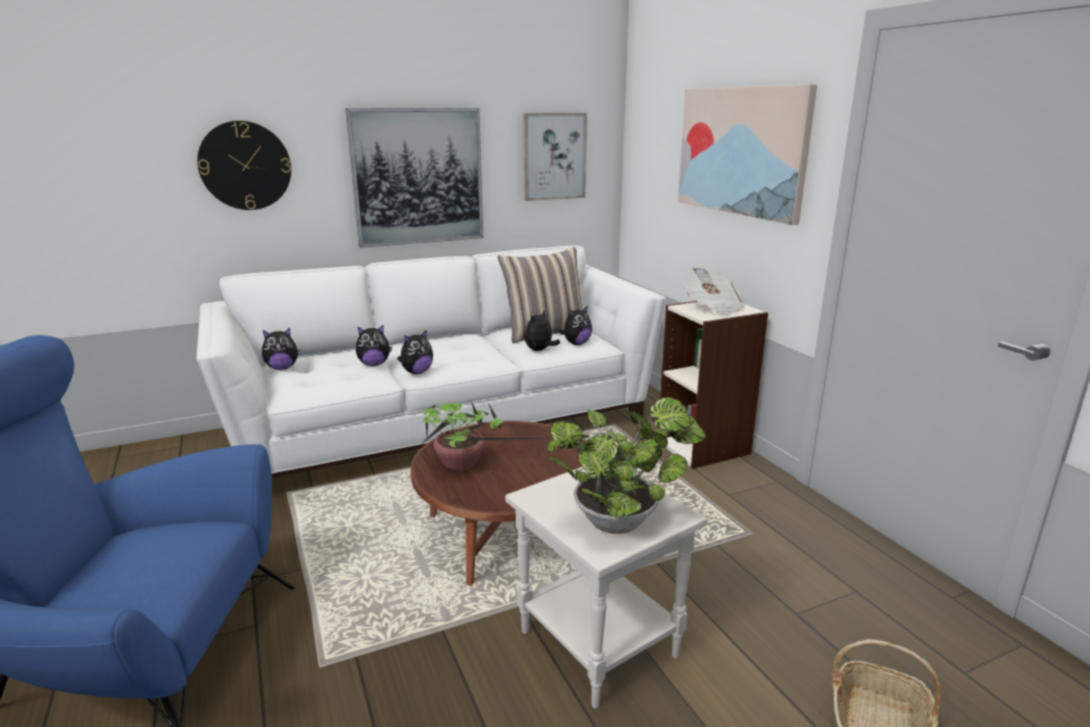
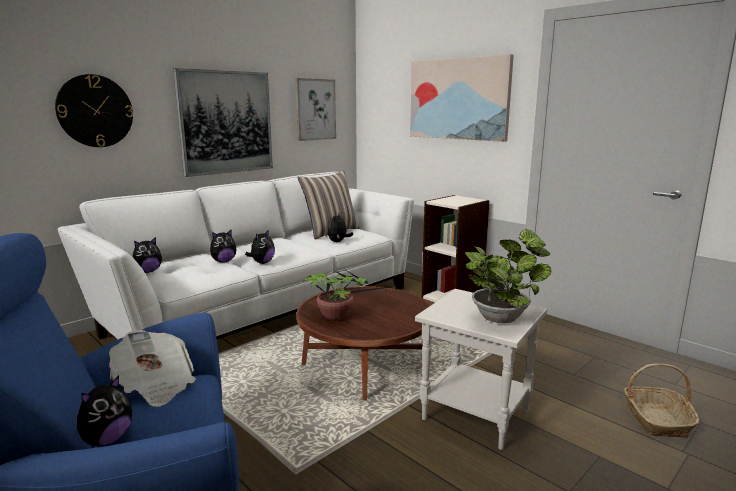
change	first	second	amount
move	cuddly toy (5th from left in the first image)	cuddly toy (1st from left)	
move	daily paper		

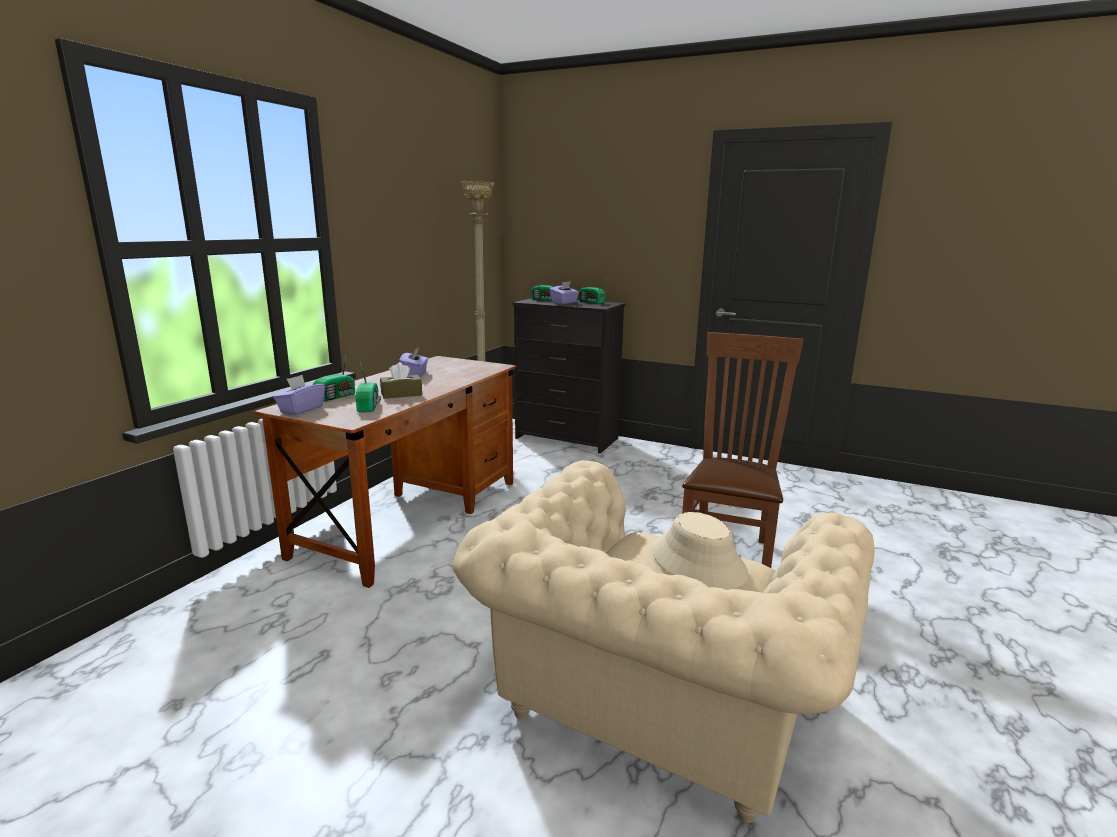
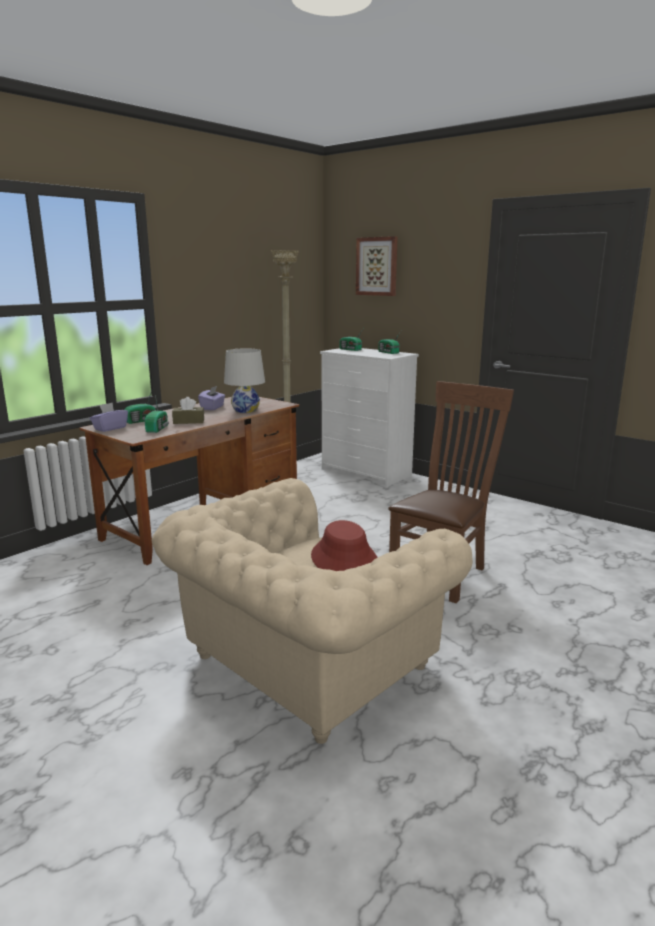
change	first	second	amount
recolor	dresser in black-coloured	dresser in whitish	
delete	tissue holder in purple-coloured (3rd from left)		
recolor	hat in beige-coloured	hat in red-coloured	
insert		table lamp in whitish	
insert		wall art	

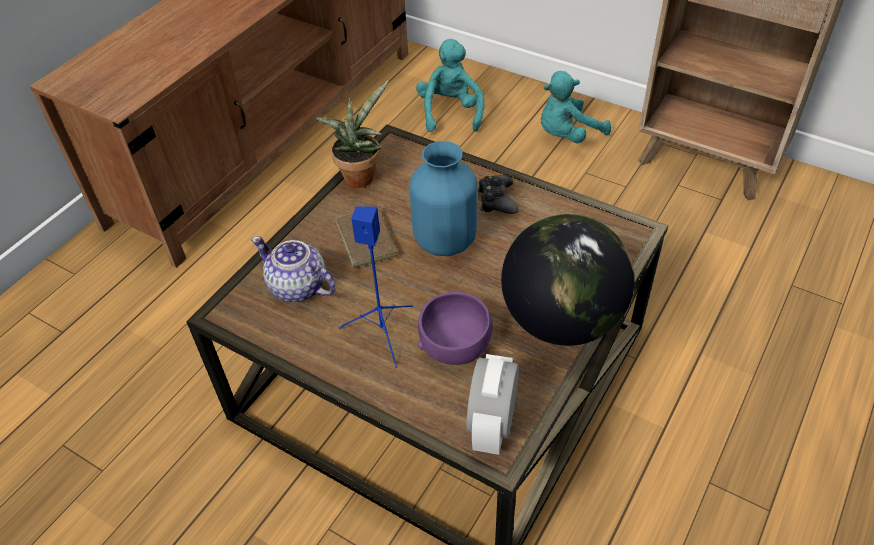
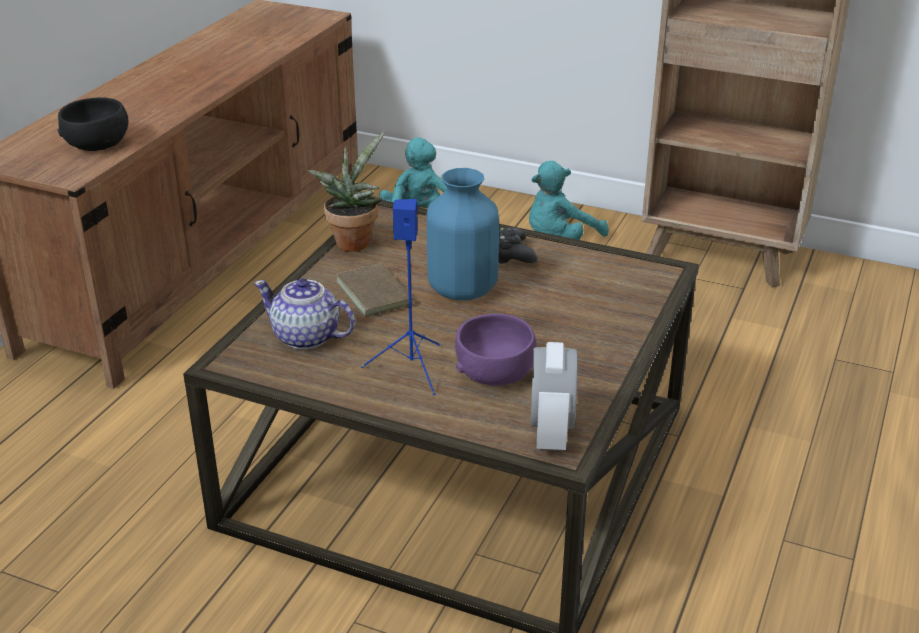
change	first	second	amount
delete	desk globe		
insert		serving bowl in black-coloured	

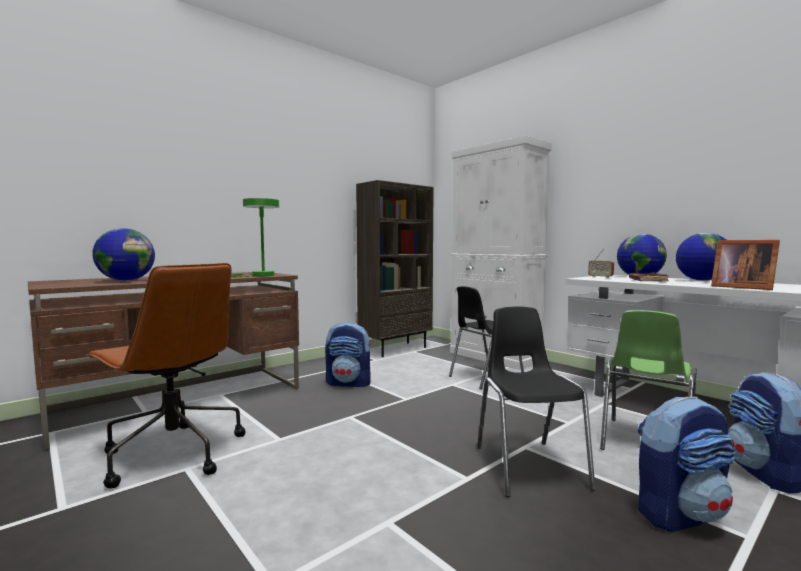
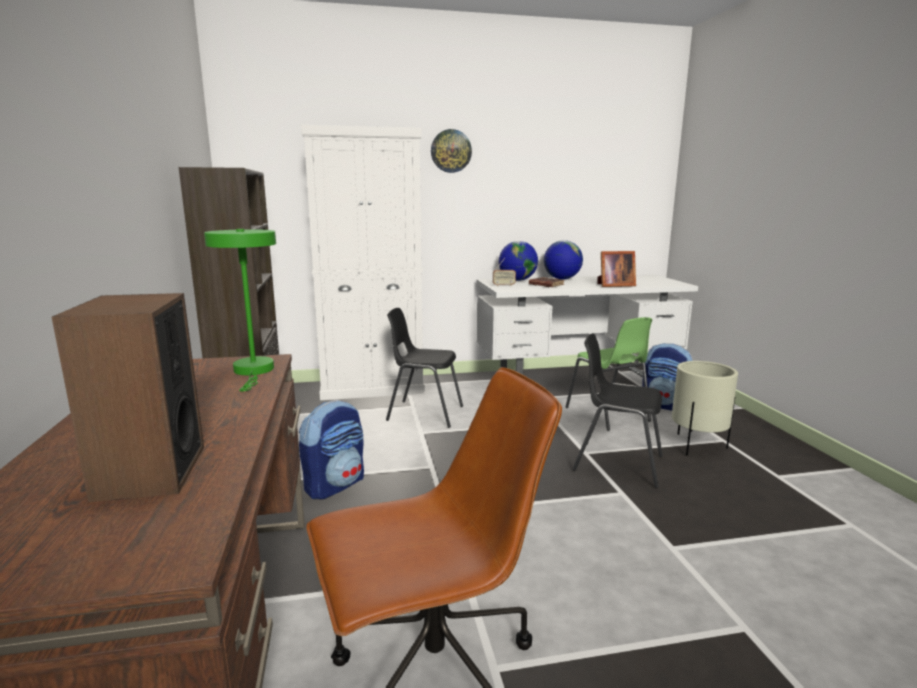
change	first	second	amount
replace	desk globe (1st from left)	speaker	
rotate	chair in black-coloured (1st from left)		105 degrees clockwise
replace	rucksack (2nd from left)	planter in beige-coloured	
insert		clock on the wall	

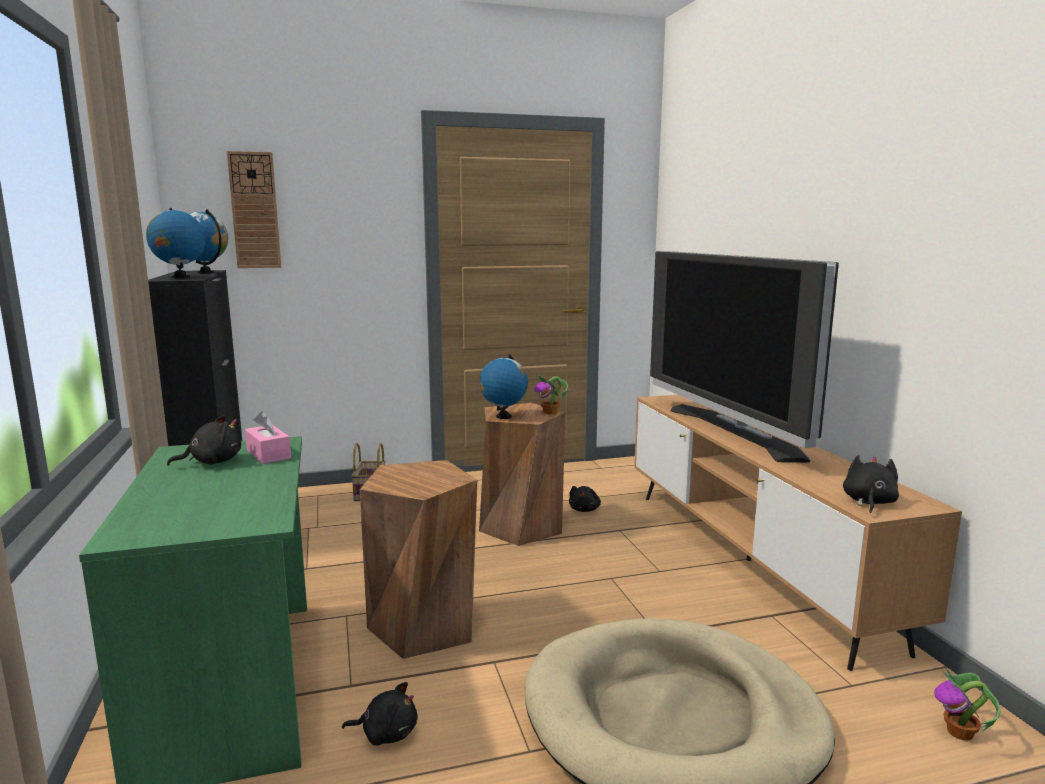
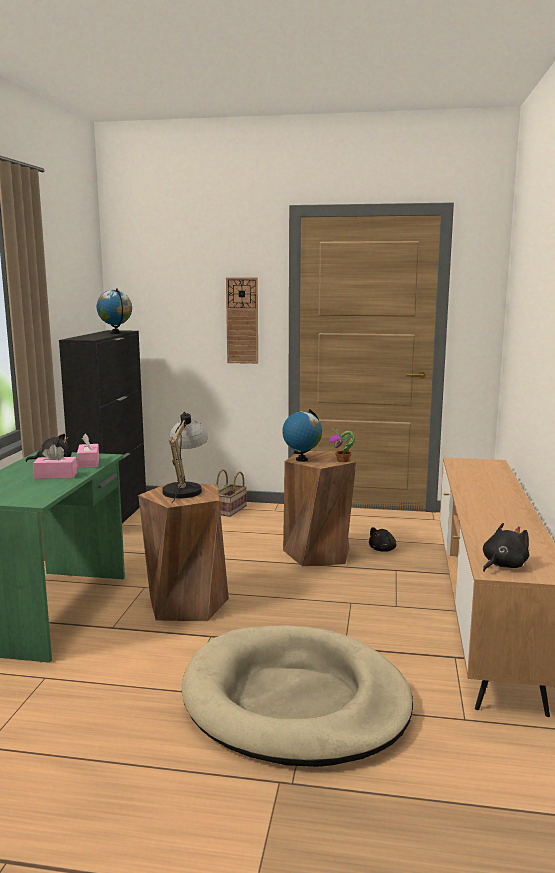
change	first	second	amount
delete	desk globe (1st from left)		
move	clock on the wall		
delete	cuddly toy in black-coloured (2nd from left)		
delete	TV set		
delete	potted plant (2nd from left)		
insert		tissue holder in pinkish (1st from left)	
insert		table lamp	

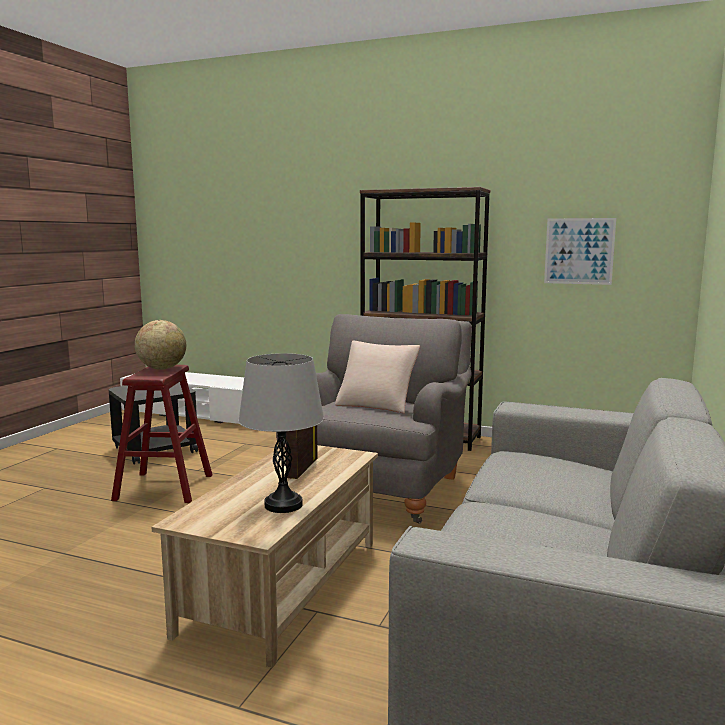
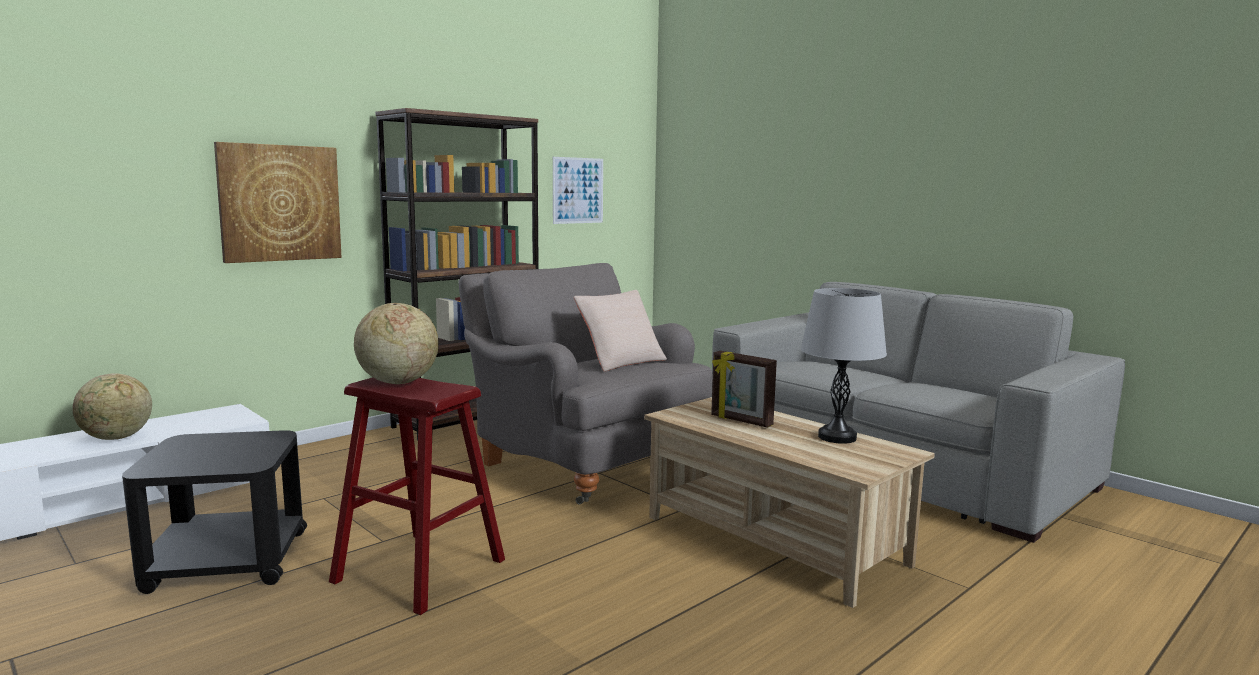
change	first	second	amount
insert		desk globe (1st from left)	
insert		wall art (1st from left)	

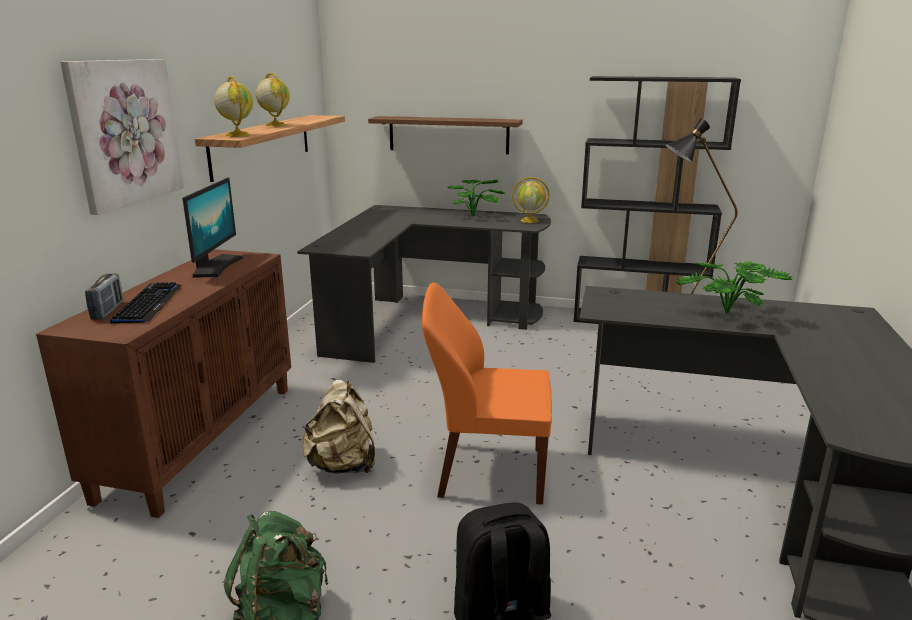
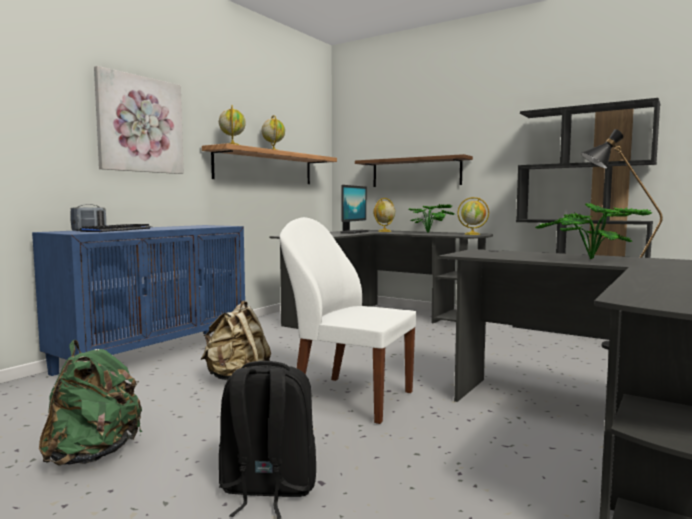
change	first	second	amount
recolor	cabinet in brown-coloured	cabinet in blue-coloured	
move	computer display		
recolor	chair in orange	chair in whitish	
insert		desk globe (3rd from left)	

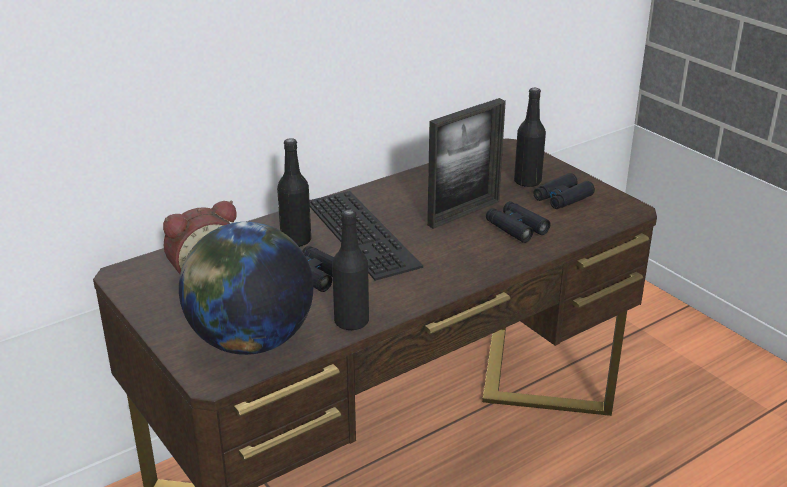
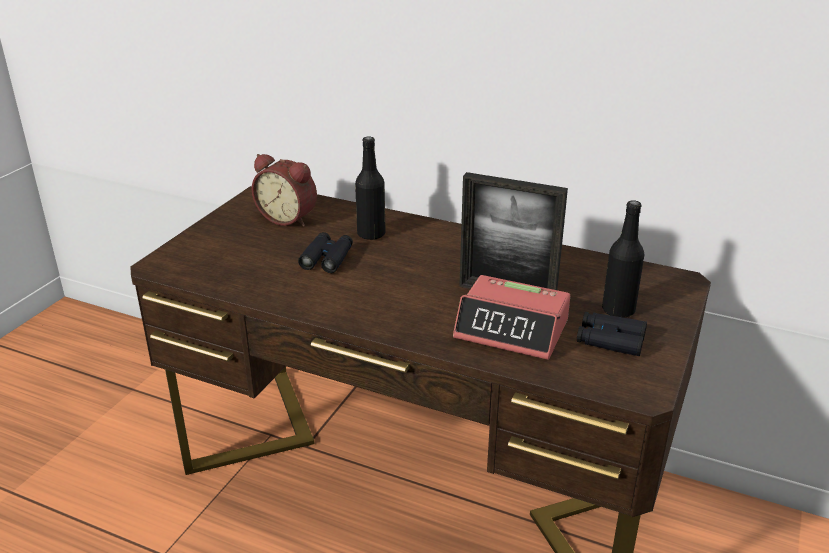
change	first	second	amount
delete	desk globe		
delete	keyboard		
delete	bottle in black-coloured (2nd from left)		
replace	field glasses in black-coloured (2nd from left)	table clock (2nd from left)	

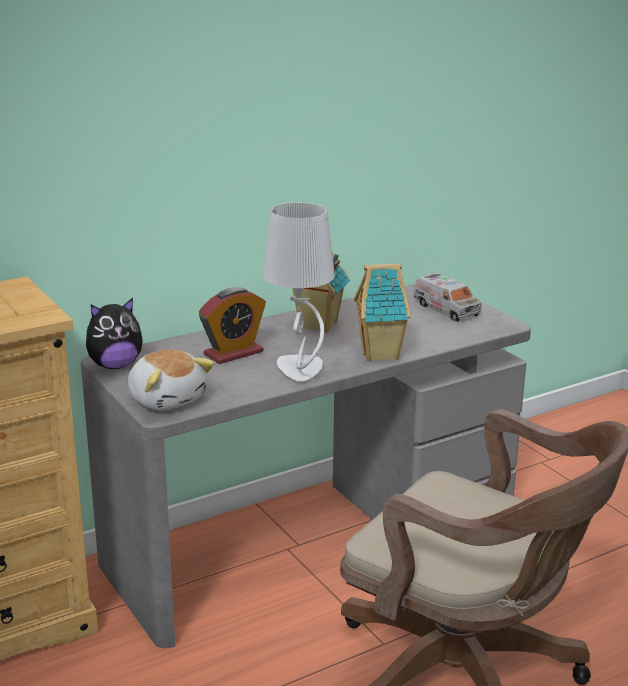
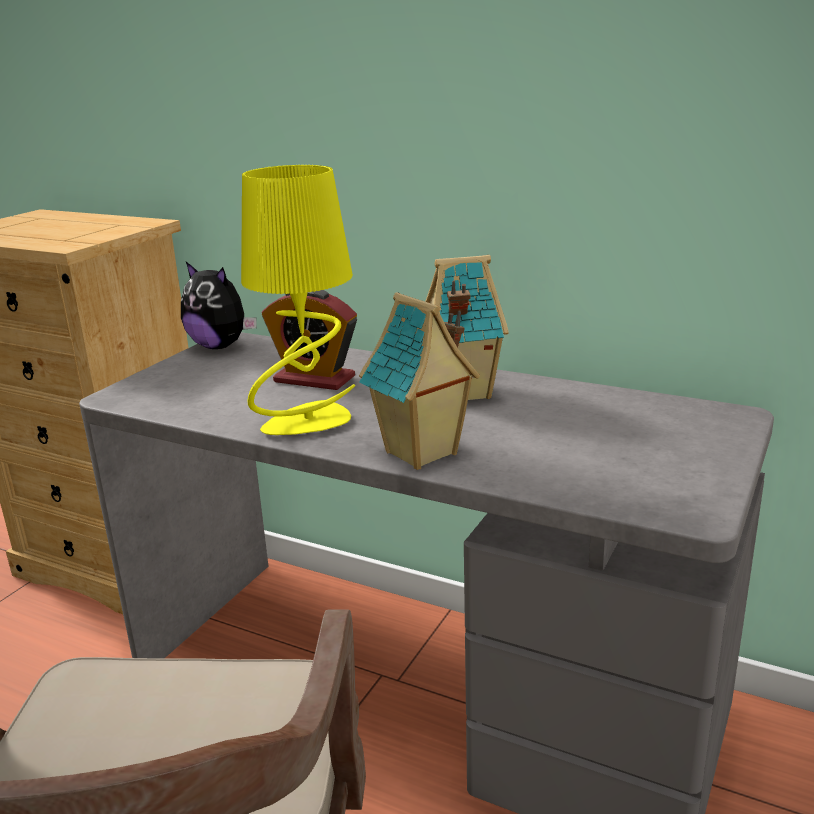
change	first	second	amount
delete	cuddly toy (2nd from left)		
recolor	table lamp in grey	table lamp in yellow	
delete	toy lorry		

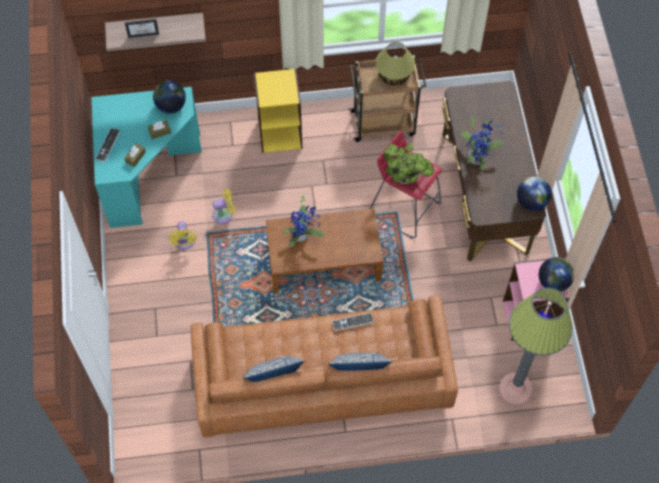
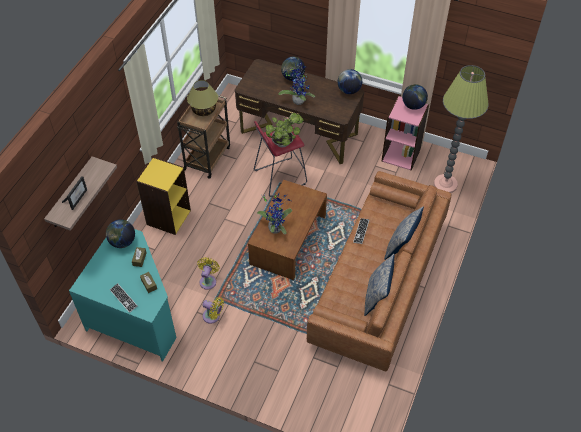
change	first	second	amount
insert		desk globe (2nd from left)	

